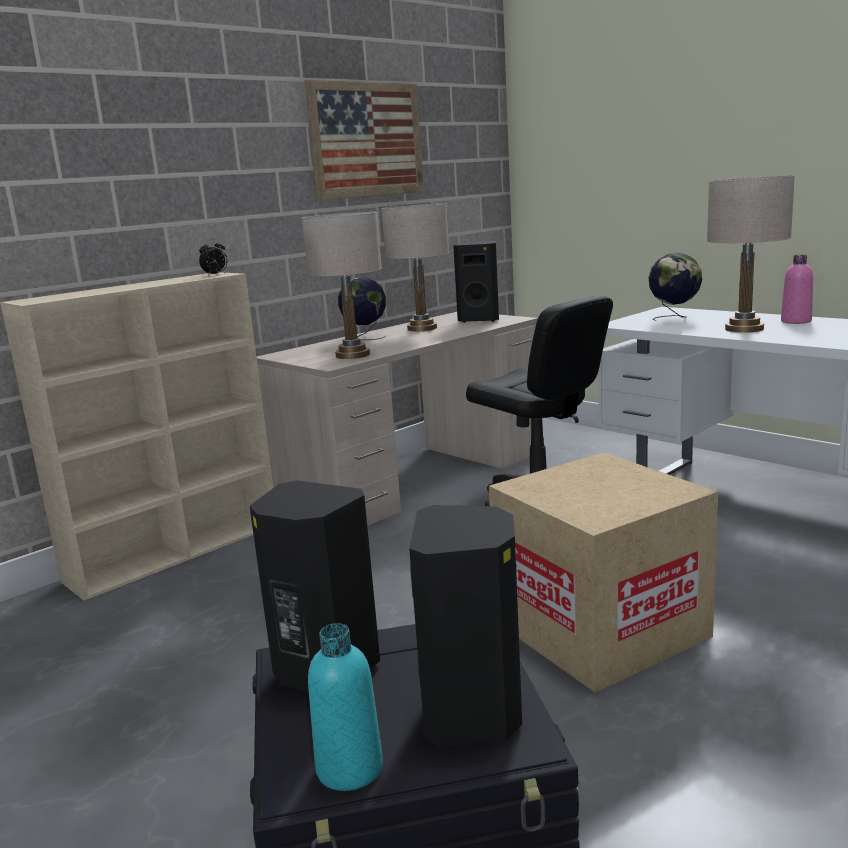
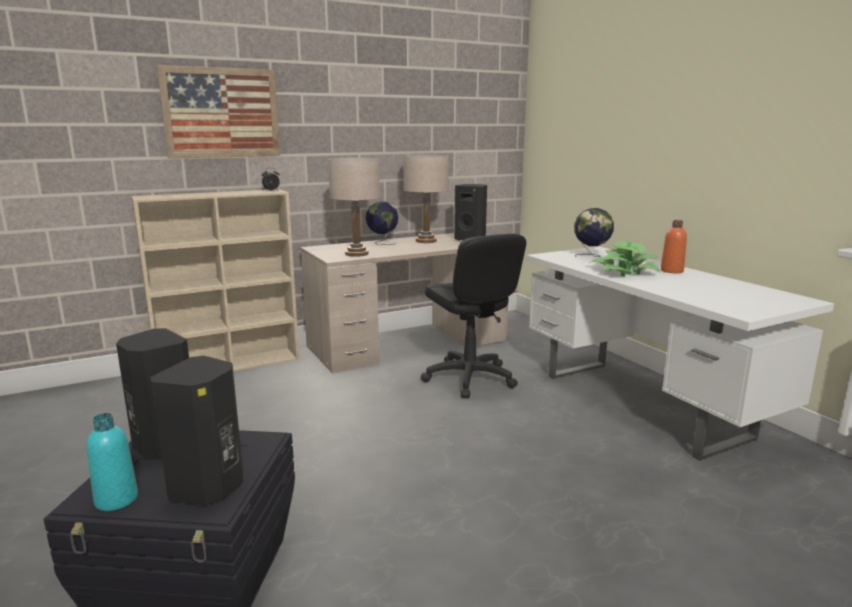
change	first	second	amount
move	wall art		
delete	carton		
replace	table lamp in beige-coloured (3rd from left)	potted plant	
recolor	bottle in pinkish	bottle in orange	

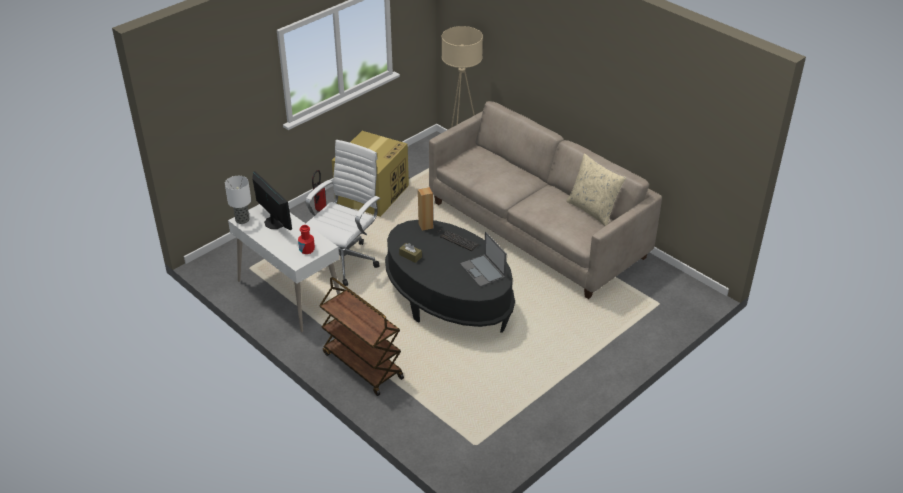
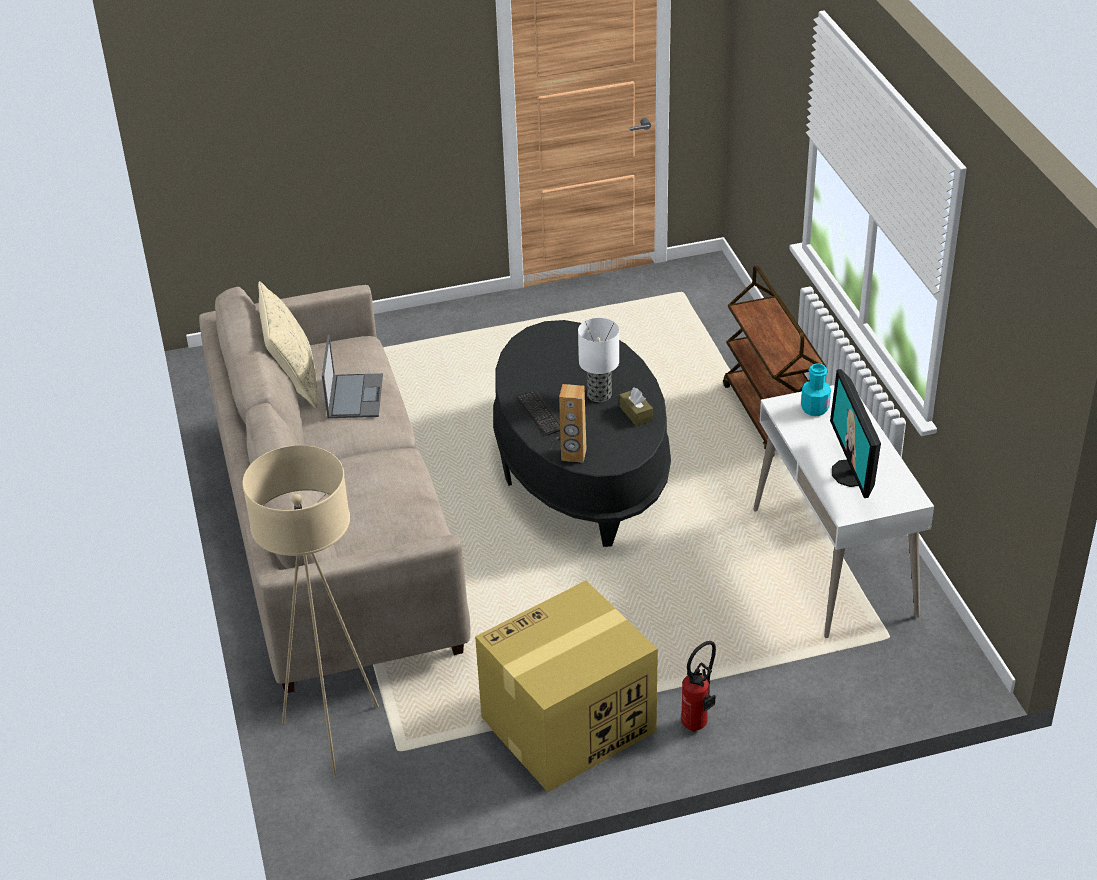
change	first	second	amount
move	table lamp		
recolor	bottle in red-coloured	bottle in blue-green	
delete	office chair in whitish		
move	portable computer		

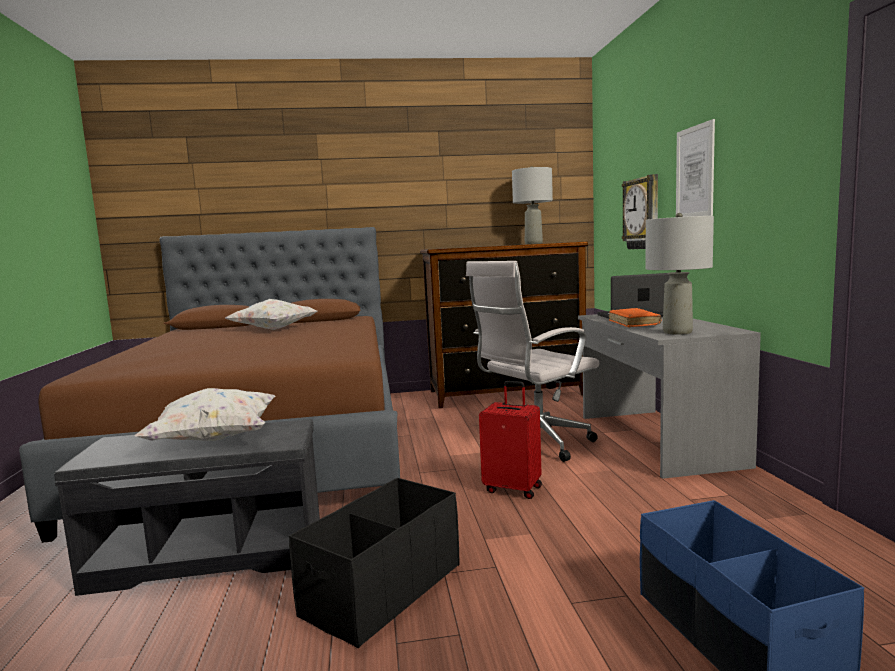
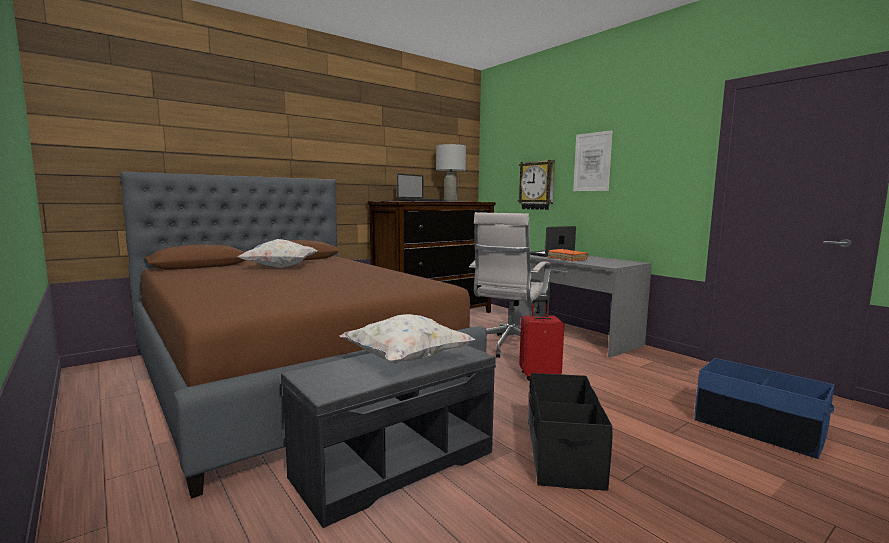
change	first	second	amount
delete	table lamp in grey (2nd from left)		
insert		portable computer (1st from left)	

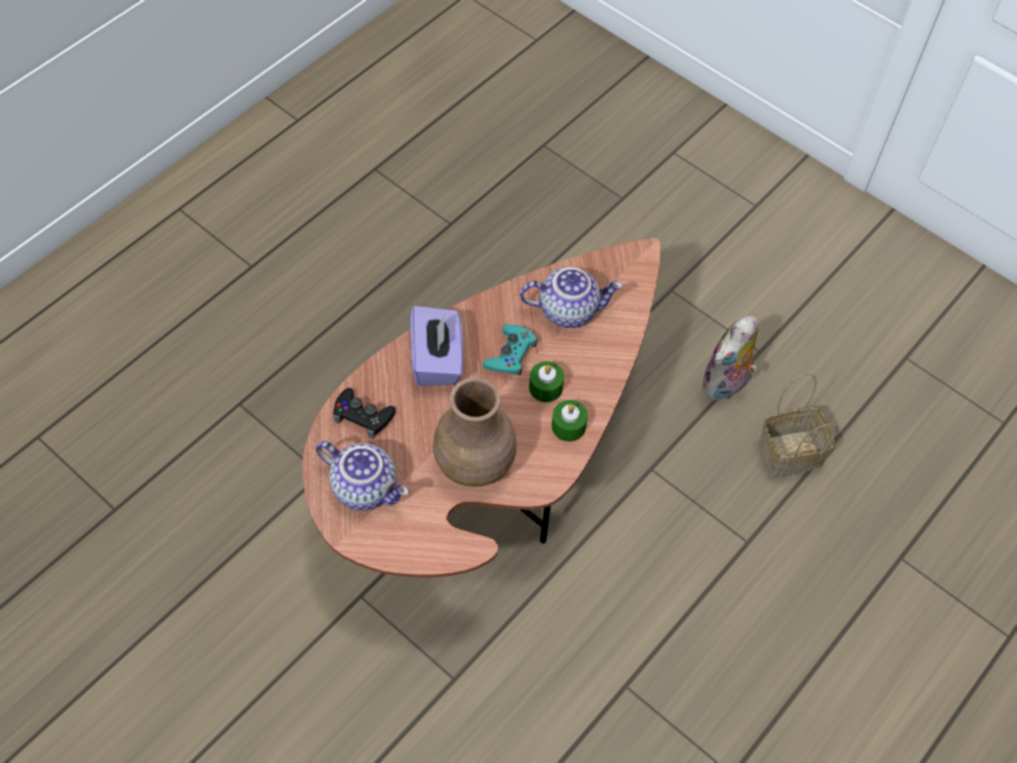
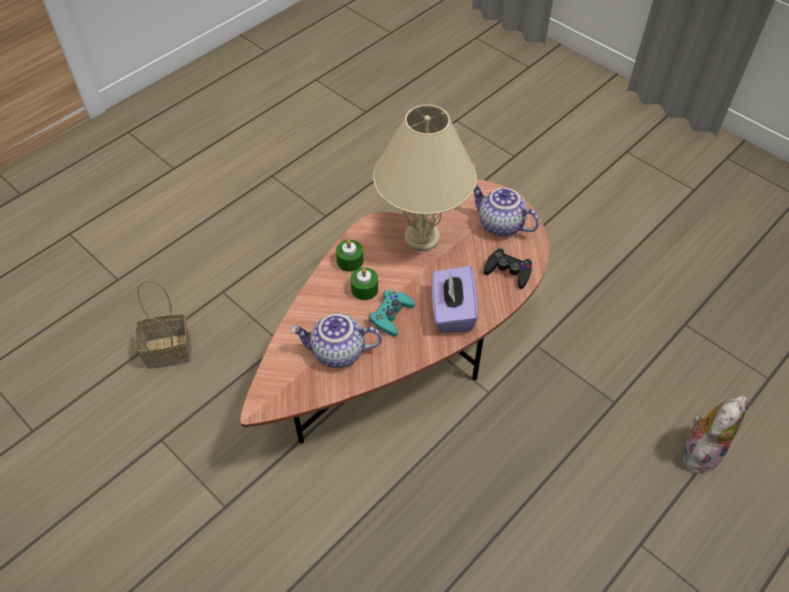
change	first	second	amount
replace	vase in brown-coloured	table lamp in beige-coloured	
move	cuddly toy		

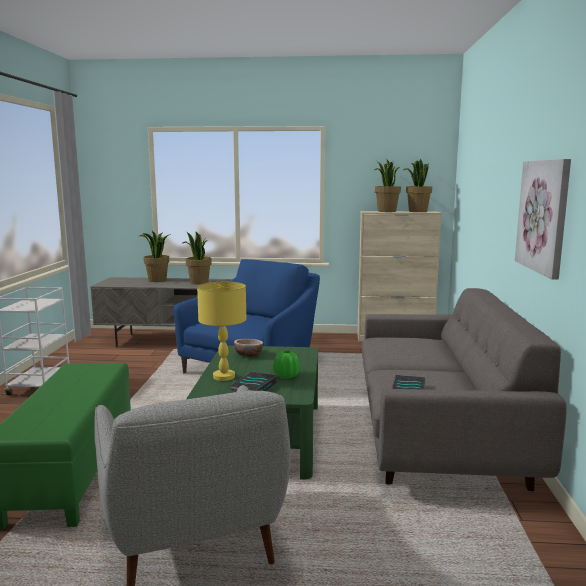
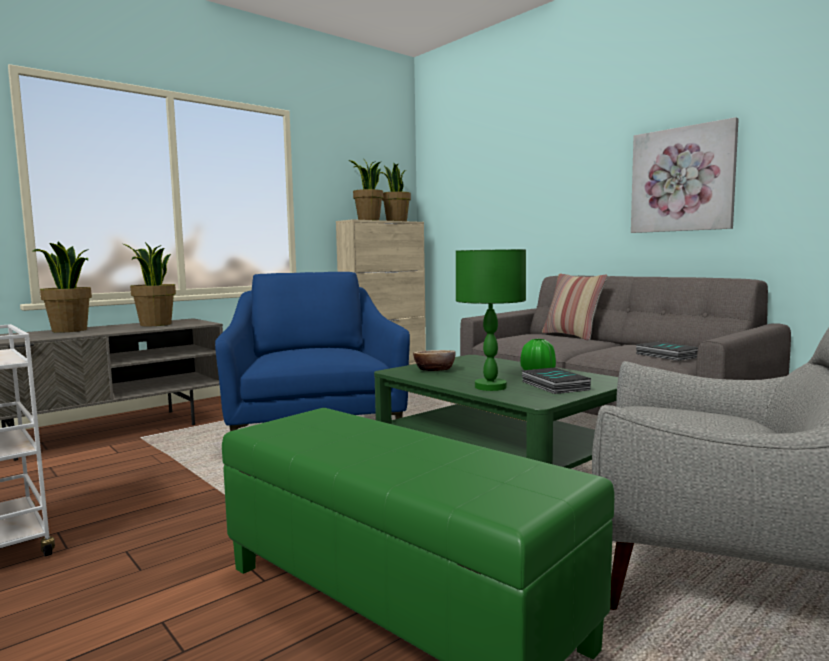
change	first	second	amount
recolor	table lamp in yellow	table lamp in greenish	
insert		cushion	

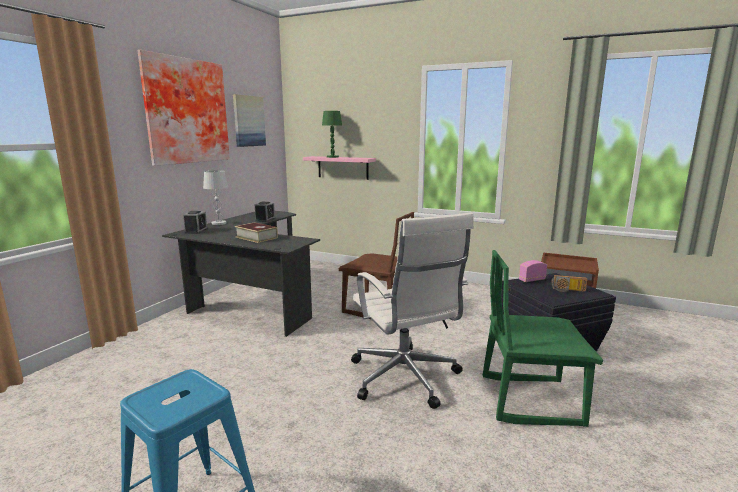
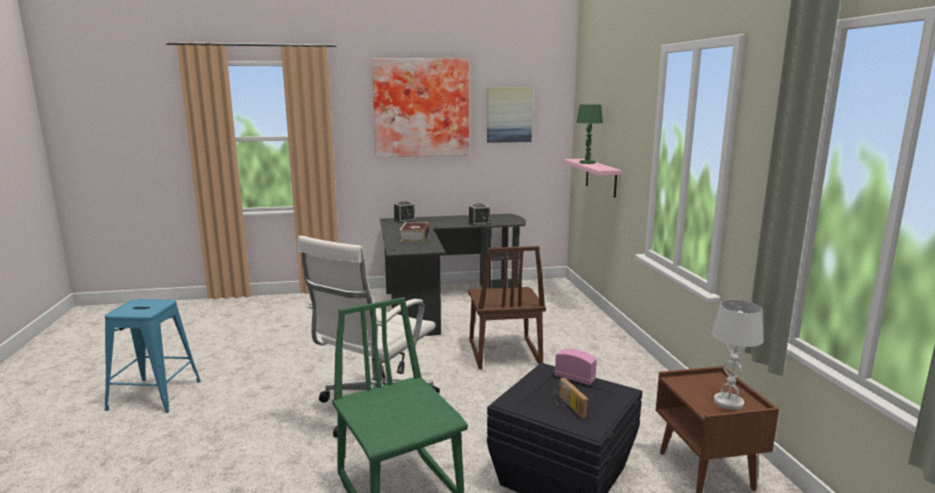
change	first	second	amount
move	table lamp in whitish		

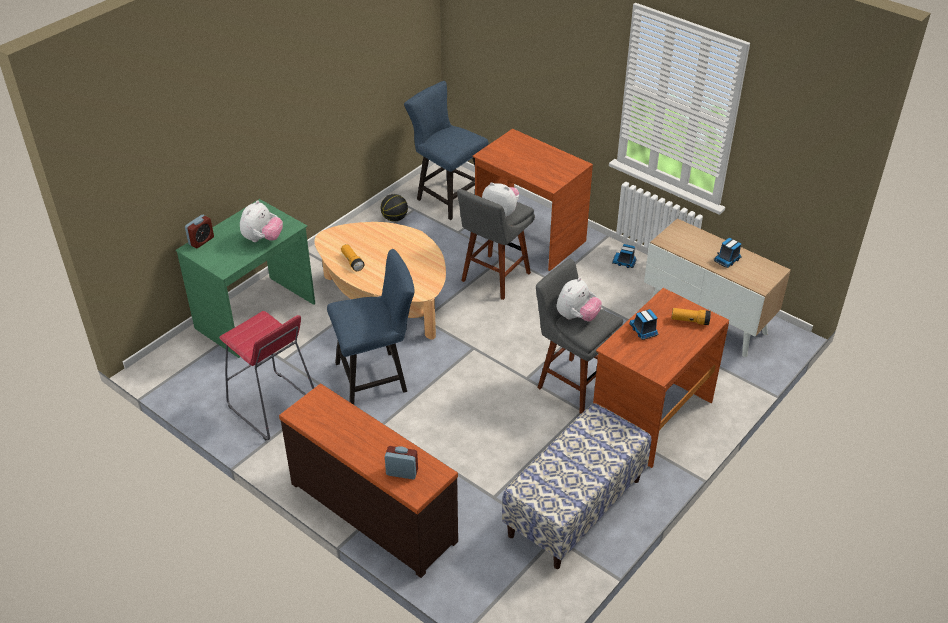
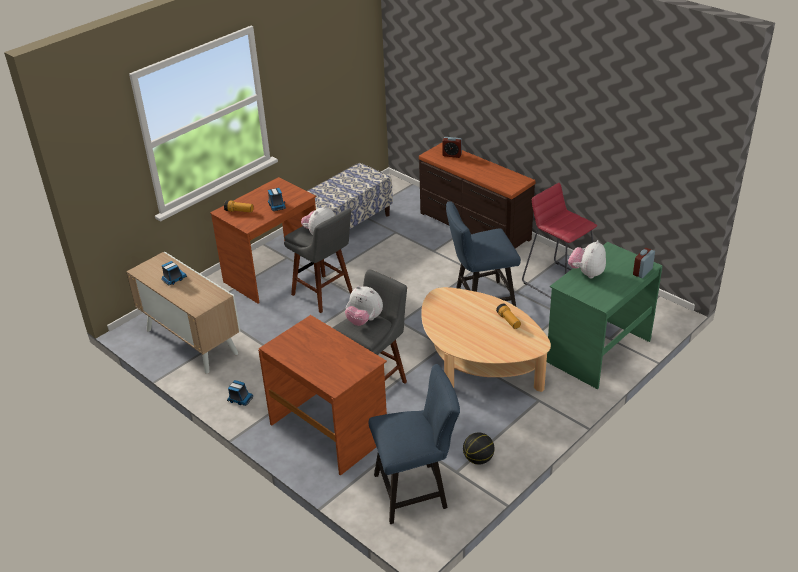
change	first	second	amount
rotate	chair in blue-coloured (2nd from left in the first image)	chair in blue-coloured (1st from left)	60 degrees counterclockwise

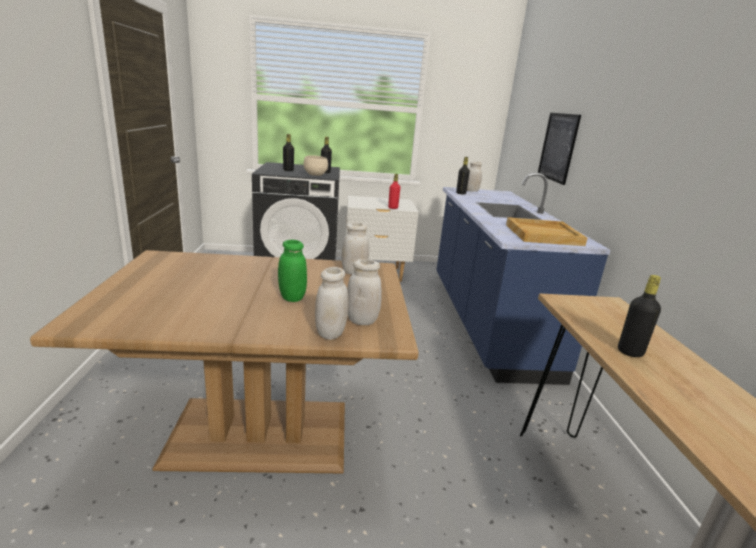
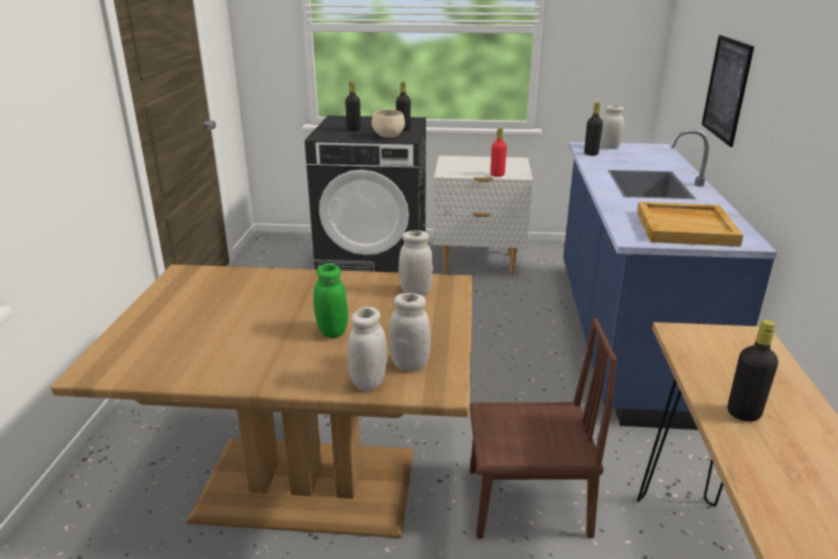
change	first	second	amount
insert		chair in brown-coloured	

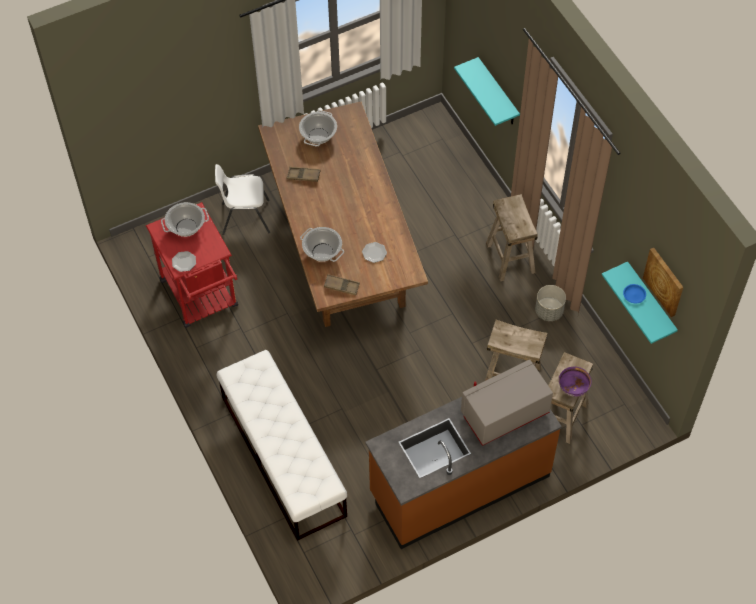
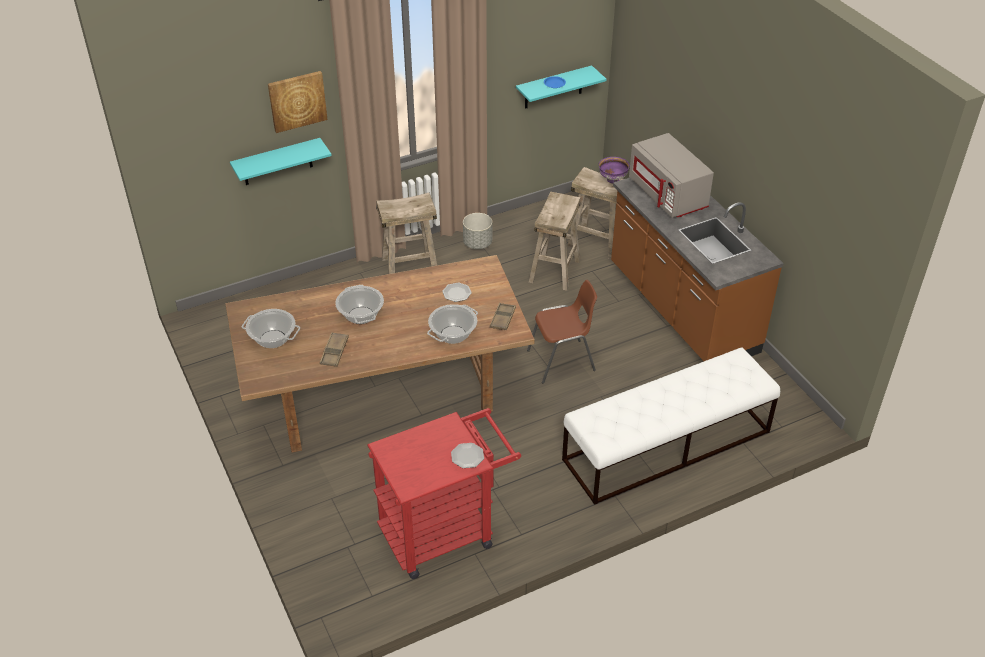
change	first	second	amount
move	cooking pot (1st from left in the first image)	cooking pot (2nd from left)	
delete	chair in whitish		
move	wall art		
insert		chair in brown-coloured	

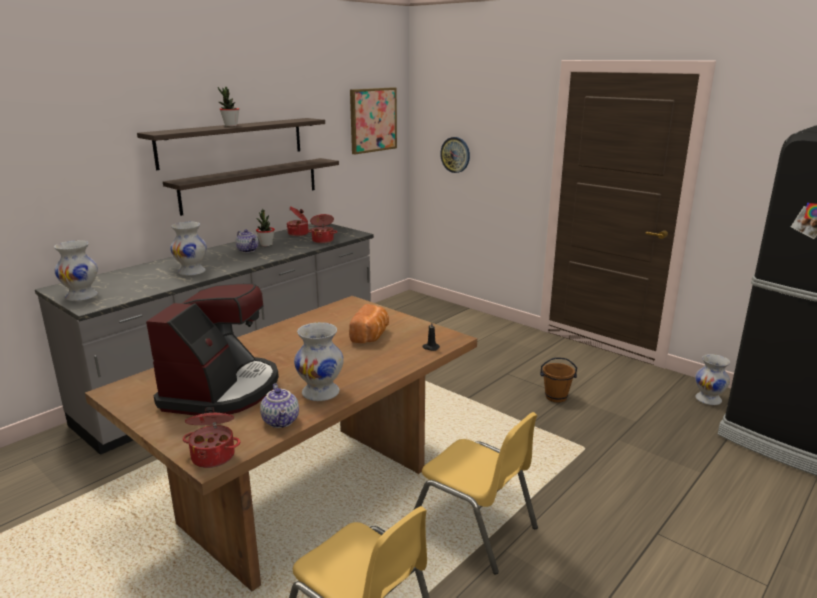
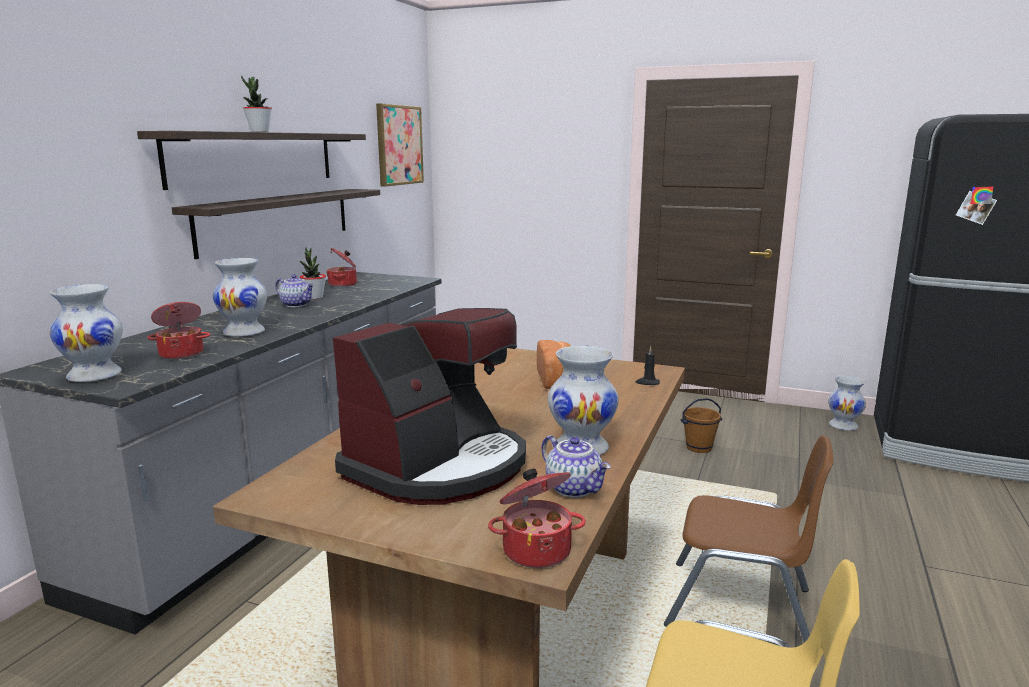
change	first	second	amount
rotate	coffee machine		45 degrees clockwise
move	cooking pot (3rd from left in the first image)	cooking pot (1st from left)	
recolor	chair in yellow (2nd from left)	chair in brown-coloured	
delete	clock on the wall		

